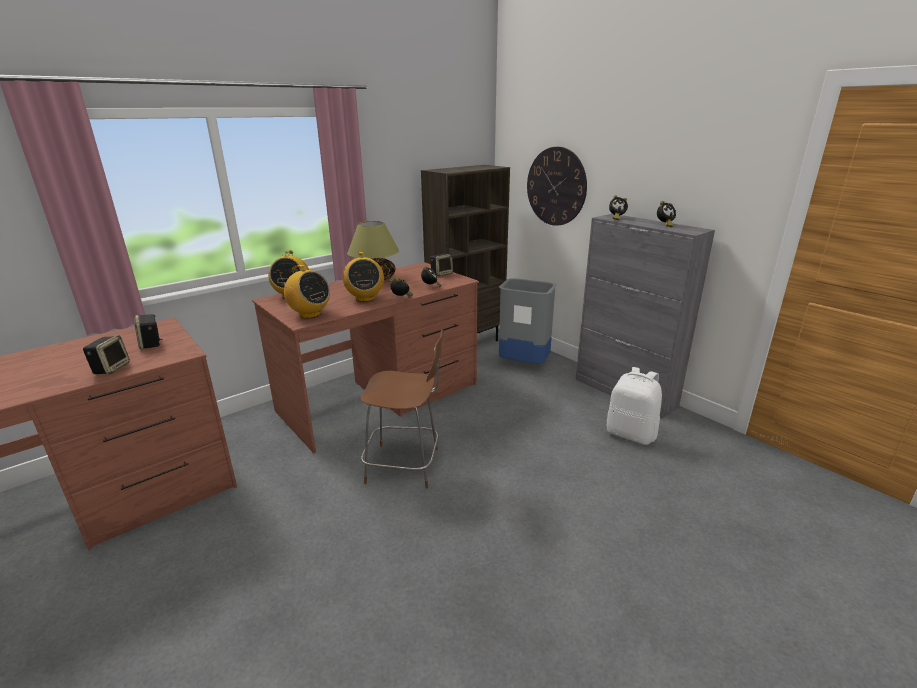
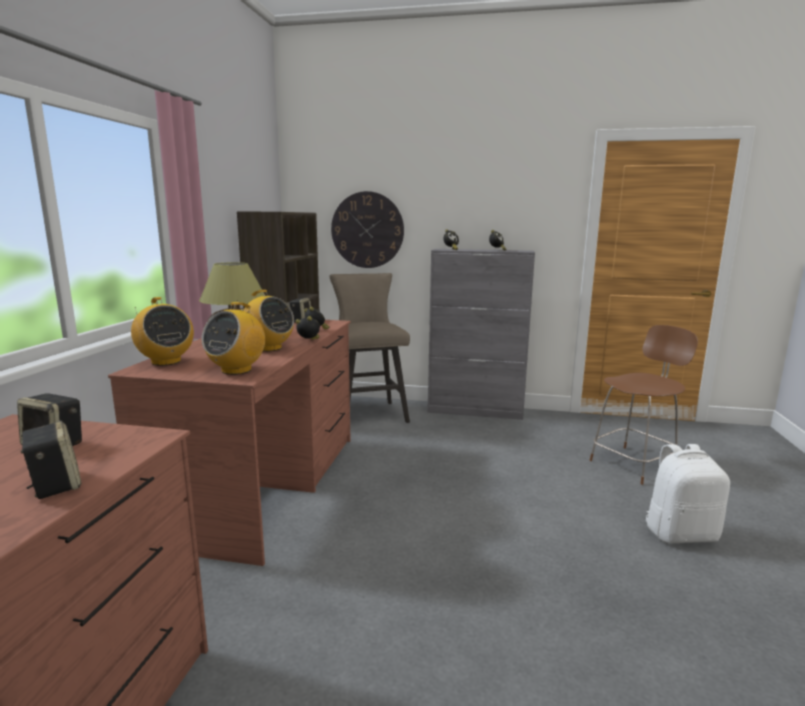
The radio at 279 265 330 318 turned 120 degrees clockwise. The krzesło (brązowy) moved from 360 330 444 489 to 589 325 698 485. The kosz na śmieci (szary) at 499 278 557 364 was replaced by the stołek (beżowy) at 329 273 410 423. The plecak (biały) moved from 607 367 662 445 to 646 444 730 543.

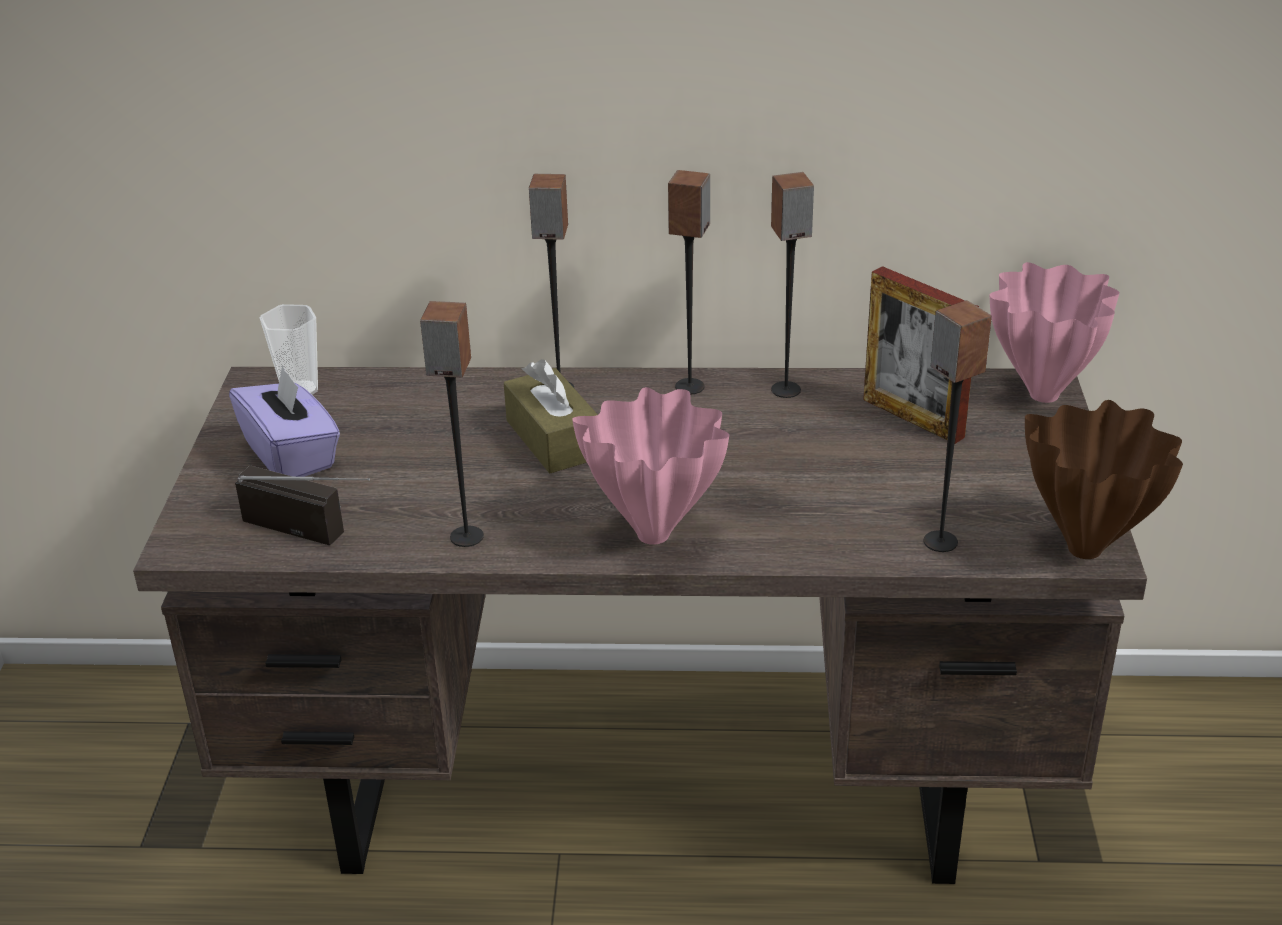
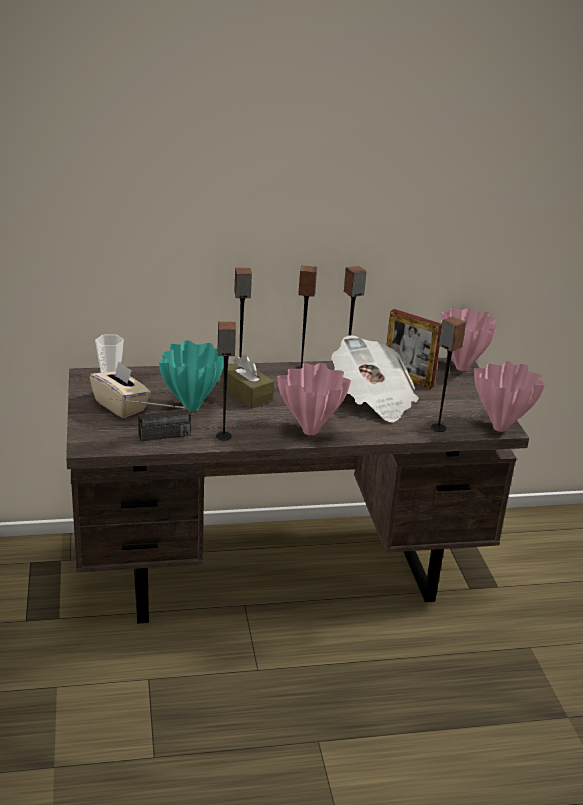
The pudełko chusteczek (fioletowy) at 229 365 340 477 became the pudełko chusteczek (beżowy) at 90 361 151 418. The radio at 235 465 370 545 turned 150 degrees clockwise. The wazon (brązowy) at 1025 400 1183 559 became the wazon (różowy) at 474 361 545 432. The wazon (turkusowy) at 159 340 224 412 appeared. The gazeta at 331 335 419 423 appeared.

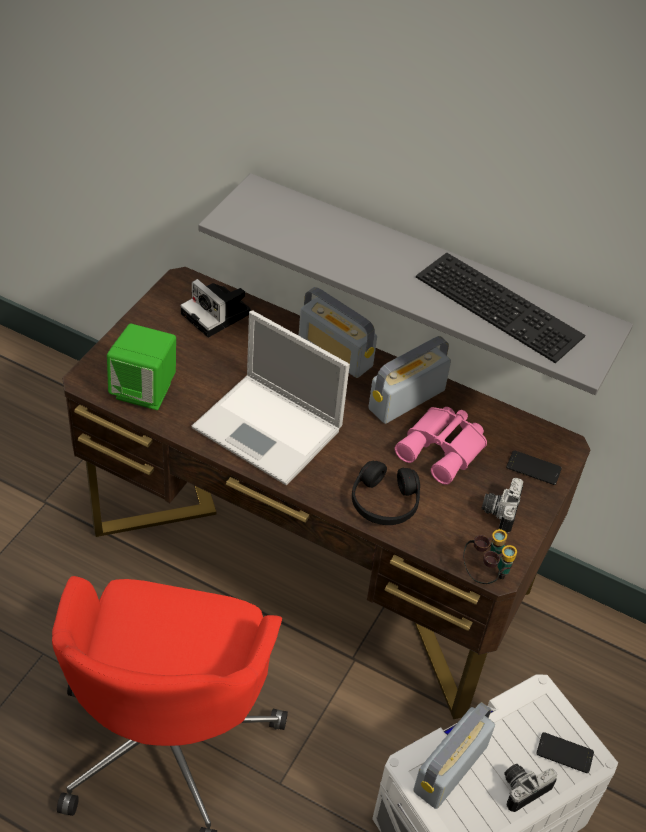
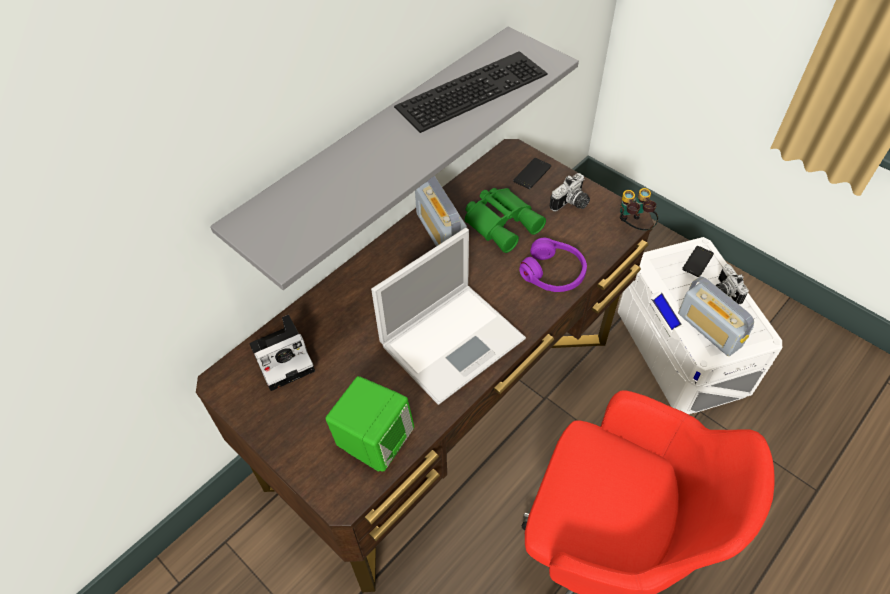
The radio at 299 287 377 378 disappeared. The słuchawki (czarny) at 352 461 420 525 became the słuchawki (fioletowy) at 519 238 587 292. The lornetka (różowy) at 395 407 487 485 became the lornetka (zielony) at 465 188 546 253. The aparat fotograficzny at 481 478 523 533 turned 75 degrees counterclockwise.

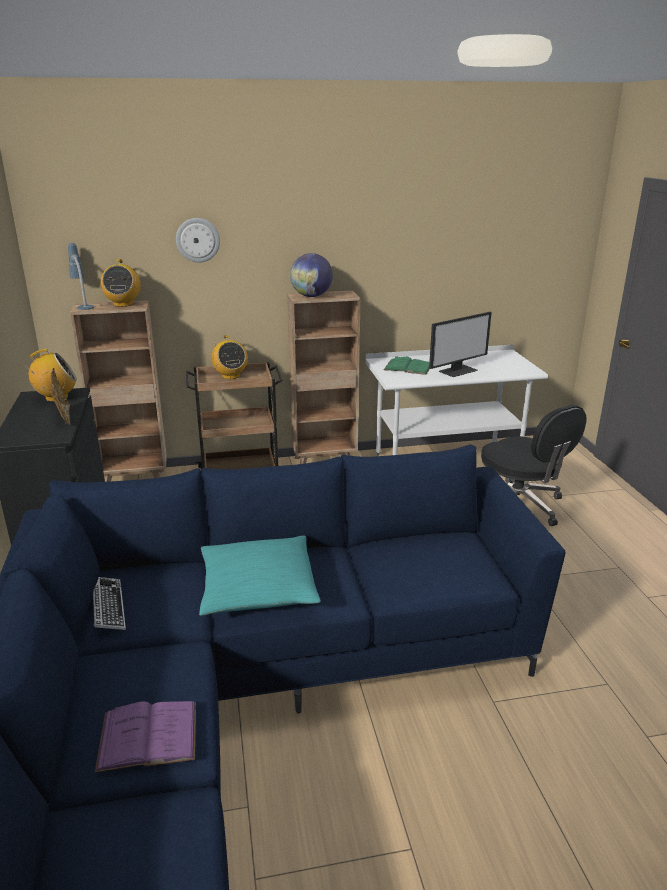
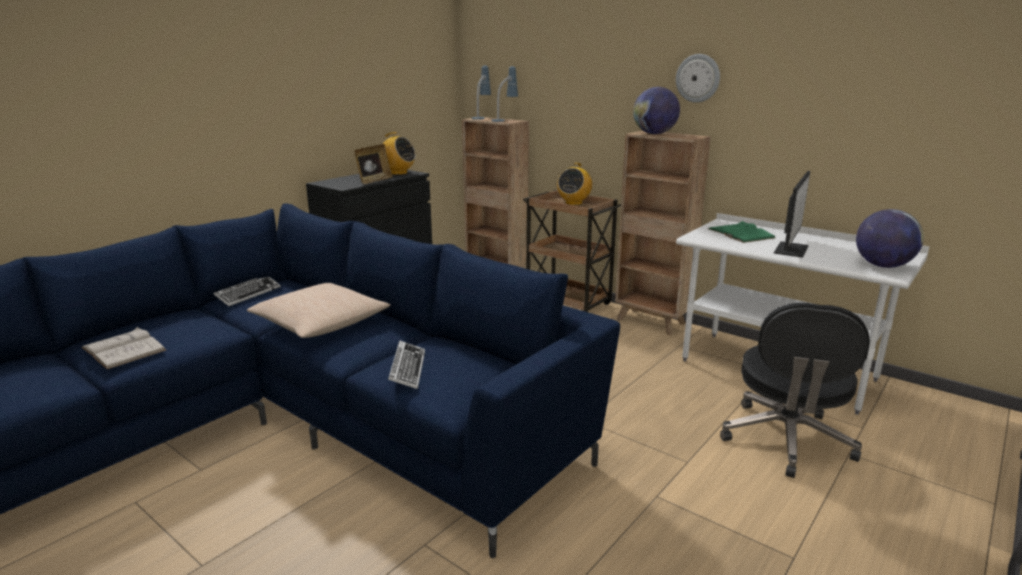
The książka (fioletowy) at 95 701 196 773 became the książka (biały) at 81 327 166 369. The radio at 100 259 141 307 was replaced by the lampa stołowa at 492 66 518 122. The zegar ścienny moved from 176 218 220 262 to 676 54 720 103. The poduszka (turkusowy) at 199 536 321 616 became the poduszka (beżowy) at 247 283 390 338. The monitor at 429 312 492 377 turned 75 degrees counterclockwise. The klawiatura at 388 340 425 389 appeared. The globus at 856 209 924 268 appeared.

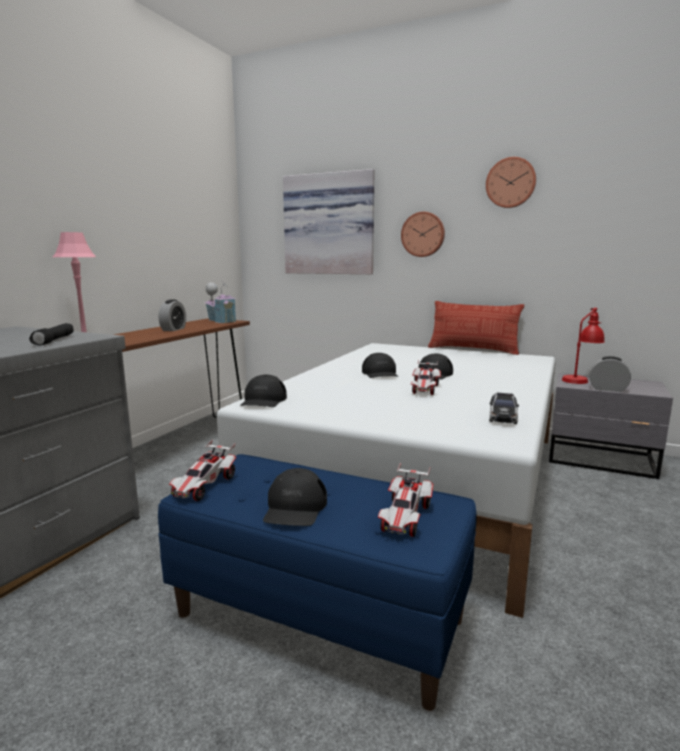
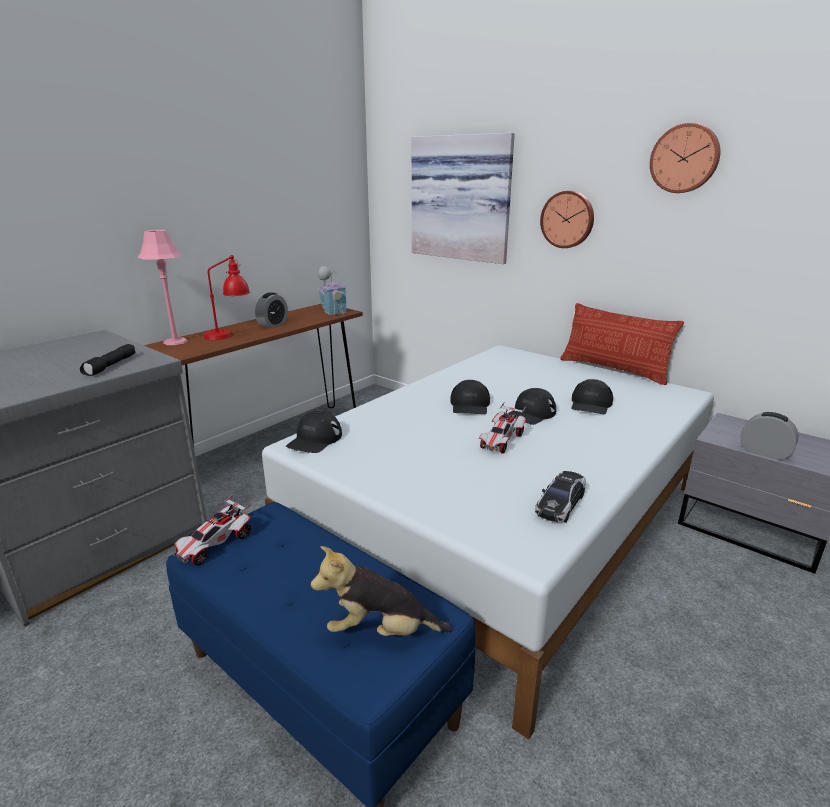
The czapka z daszkiem (czarny) moved from 263 468 327 526 to 571 379 613 414. The samochodzik at 378 463 433 537 was replaced by the pluszak at 311 546 453 636. The lampa stołowa (czerwony) moved from 562 308 605 384 to 204 255 250 340.

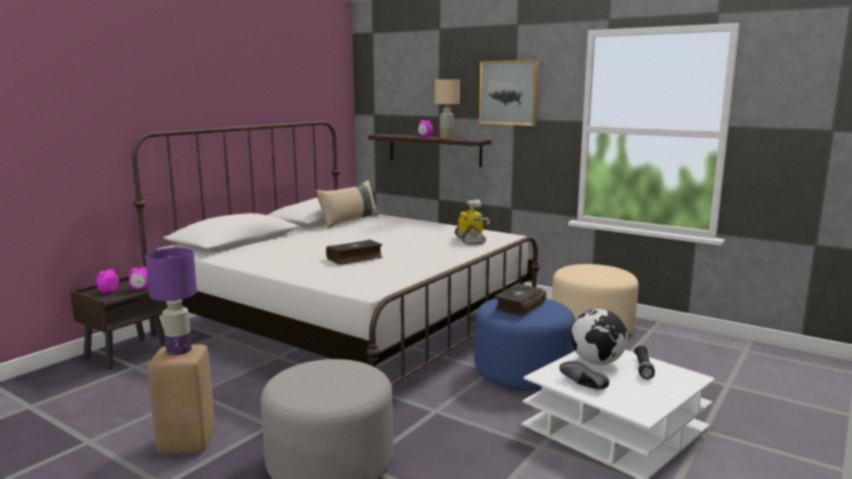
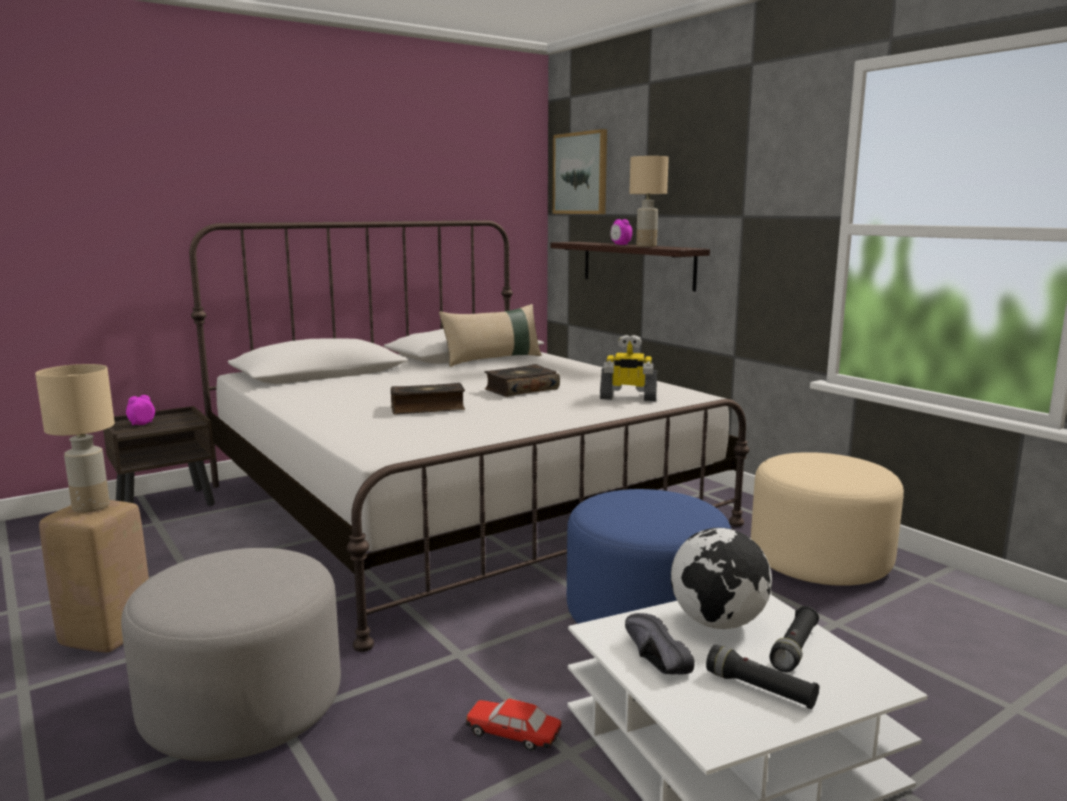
The budzik at 129 267 149 290 disappeared. The lampa stołowa (fioletowy) at 145 248 197 355 became the lampa stołowa (beżowy) at 35 364 115 513. The robot zabawkowy at 455 199 490 245 turned 90 degrees clockwise. The obraz moved from 479 60 539 126 to 552 129 607 214. The książka moved from 494 283 546 316 to 484 364 560 397. The samochodzik at 466 699 562 751 appeared. The latarka (czarny) at 706 645 820 709 appeared.

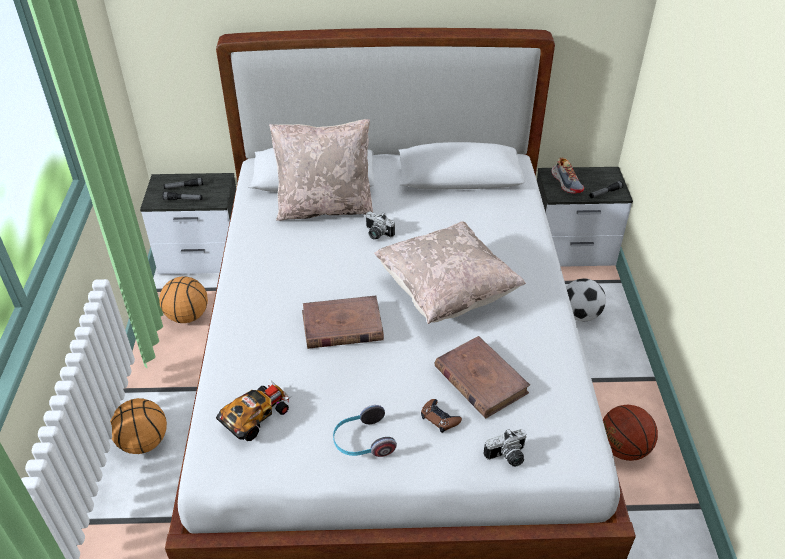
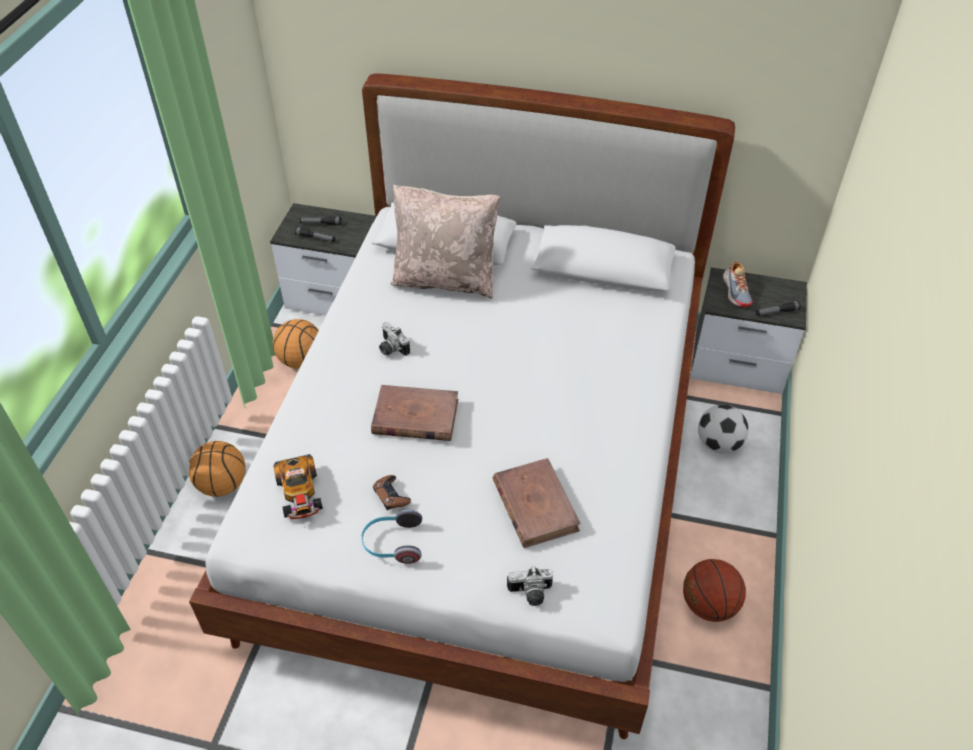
The samochodzik at 216 381 290 441 turned 105 degrees clockwise. The aparat fotograficzny moved from 365 211 395 240 to 379 322 410 356. The poduszka (beżowy) at 374 221 526 324 disappeared. The pad do gier (brązowy) moved from 421 399 462 433 to 373 475 411 510.

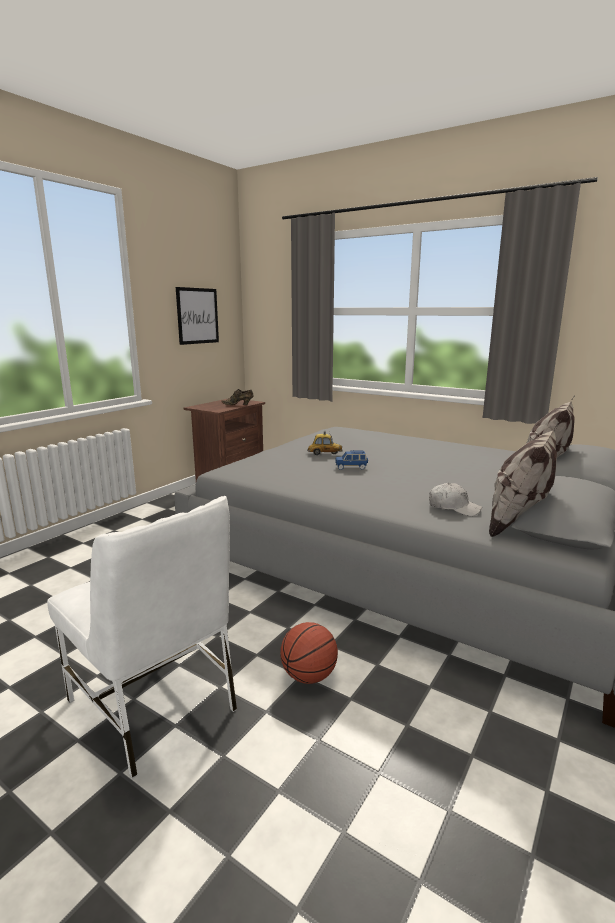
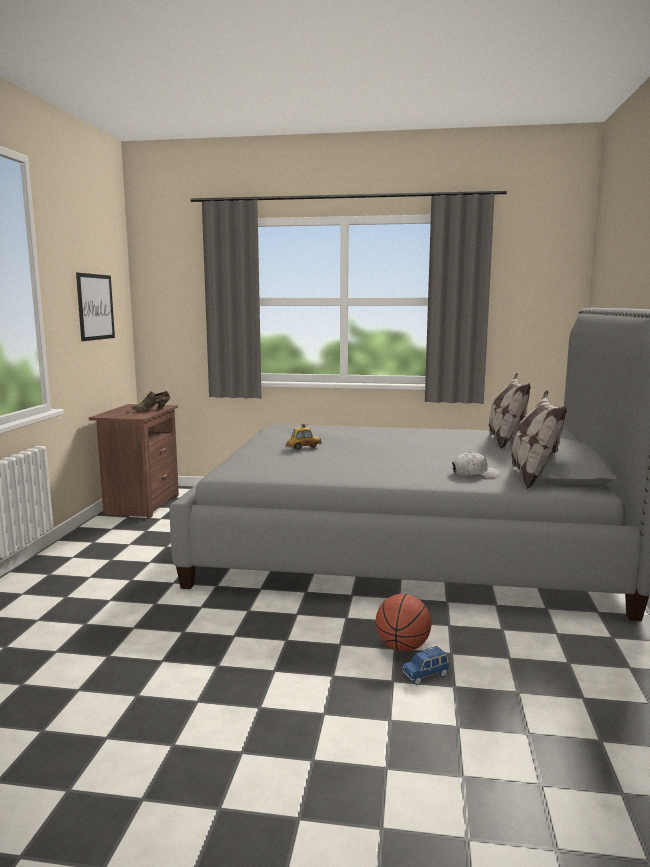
The krzesło (biały) at 47 496 237 779 disappeared. The samochodzik (niebieski) moved from 336 450 368 470 to 402 646 449 685.

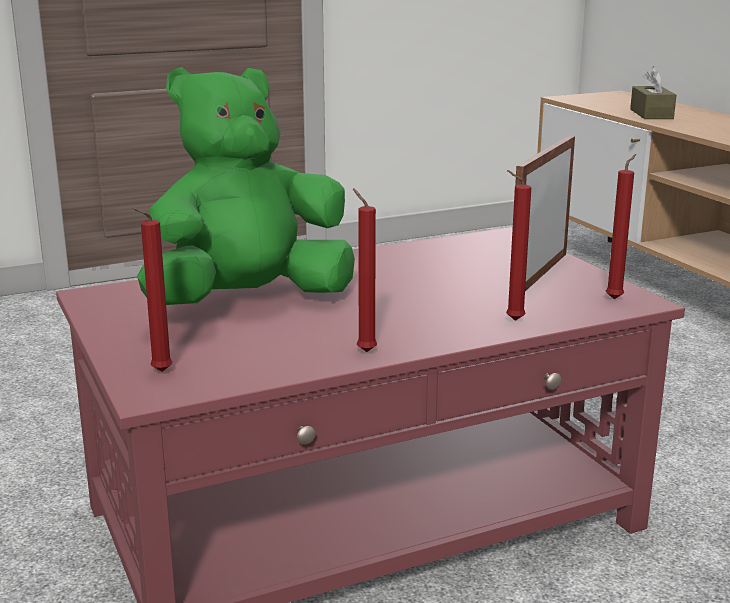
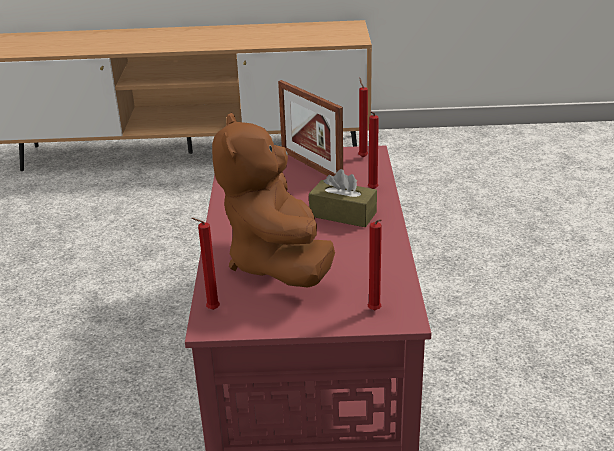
The pluszak (zielony) at 137 67 355 305 became the pluszak (brązowy) at 212 113 335 287. The świeca (czerwony) moved from 353 188 377 352 to 191 218 220 310. The pudełko chusteczek (brązowy) moved from 630 66 676 119 to 309 169 377 227.

